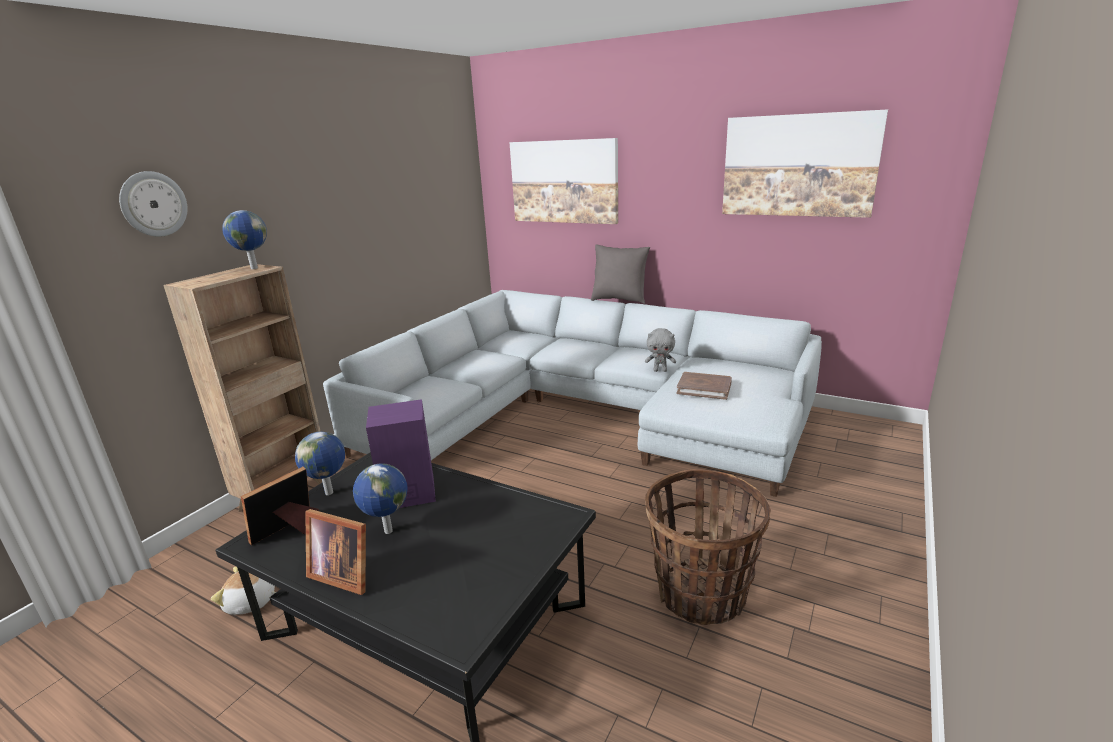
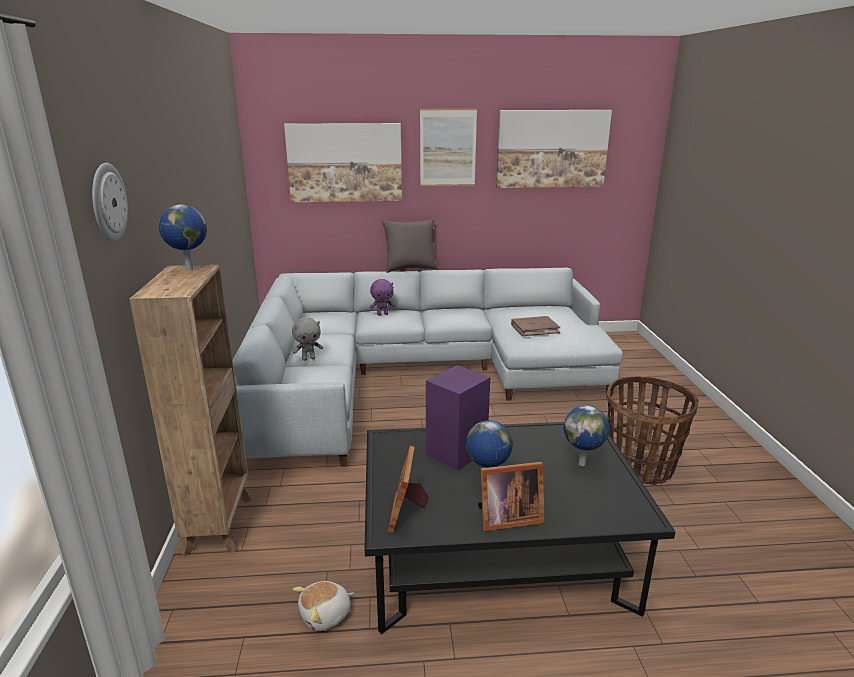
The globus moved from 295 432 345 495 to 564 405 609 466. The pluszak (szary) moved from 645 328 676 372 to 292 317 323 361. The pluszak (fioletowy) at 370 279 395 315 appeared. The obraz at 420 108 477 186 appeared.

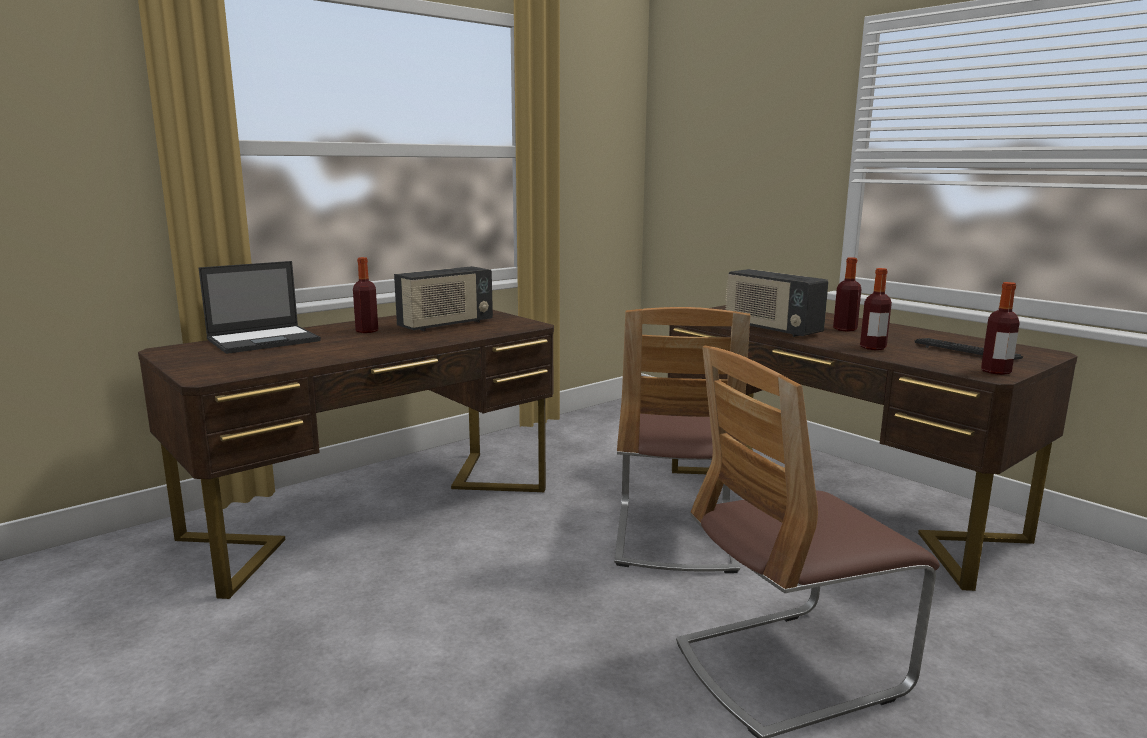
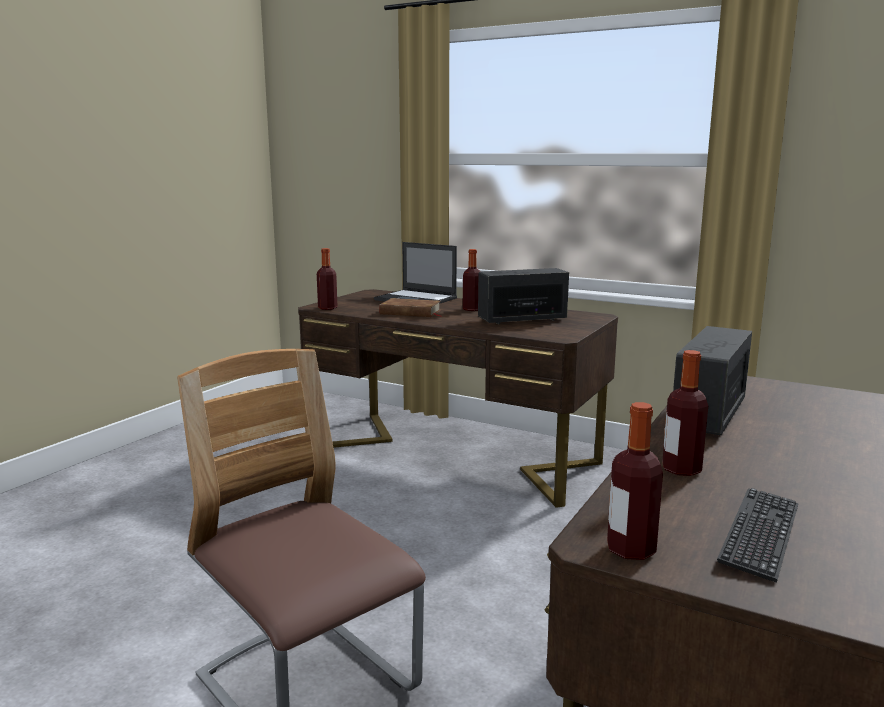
The radio at 394 266 493 331 turned 135 degrees clockwise. The krzesło at 614 307 750 573 disappeared. The butelka moved from 833 257 861 331 to 317 248 338 310. The książka (brązowy) at 379 298 441 317 appeared.

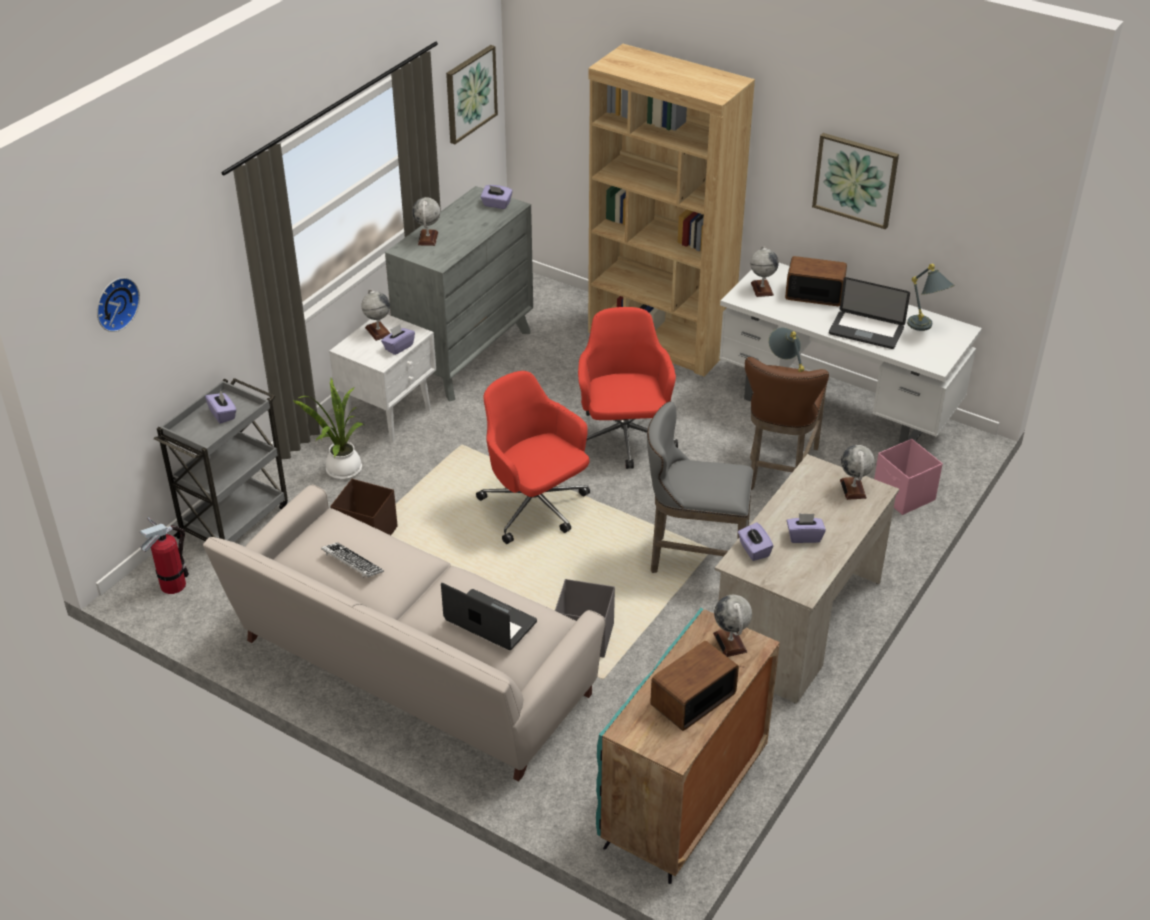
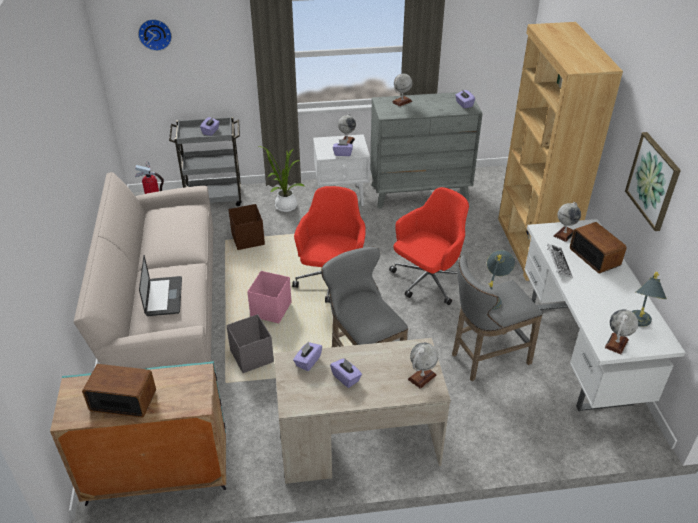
The klawiatura moved from 321 542 384 577 to 547 244 573 278. The obraz at 446 45 498 144 disappeared. The globus moved from 713 595 752 657 to 605 309 638 354. The stołek (brązowy) at 745 357 829 490 became the stołek (szary) at 452 255 543 381. The laptop at 829 277 910 349 disappeared. The pojemnik do przechowywania (różowy) moved from 874 439 943 515 to 247 271 291 323.

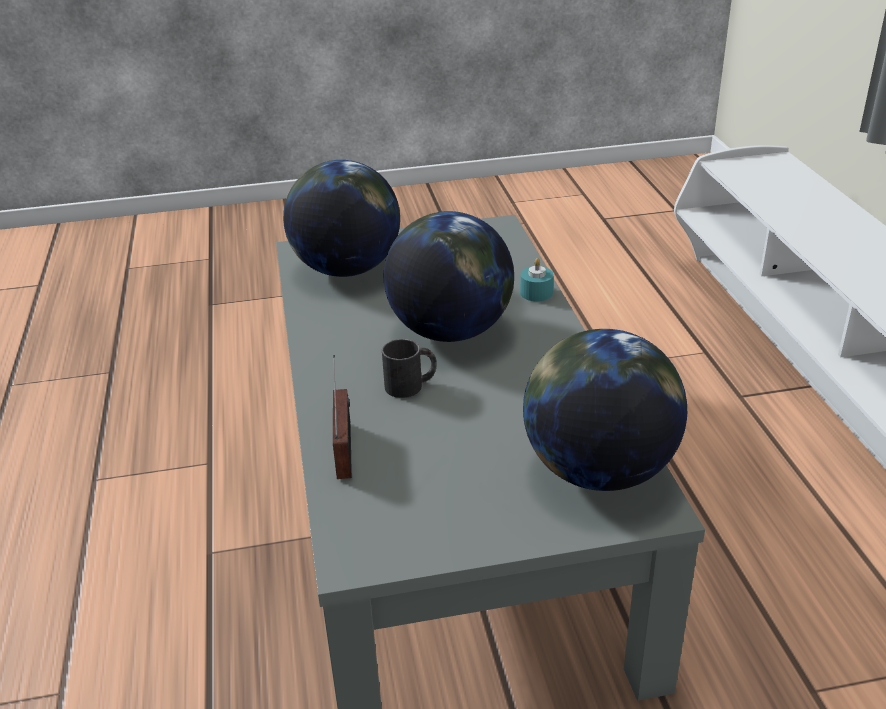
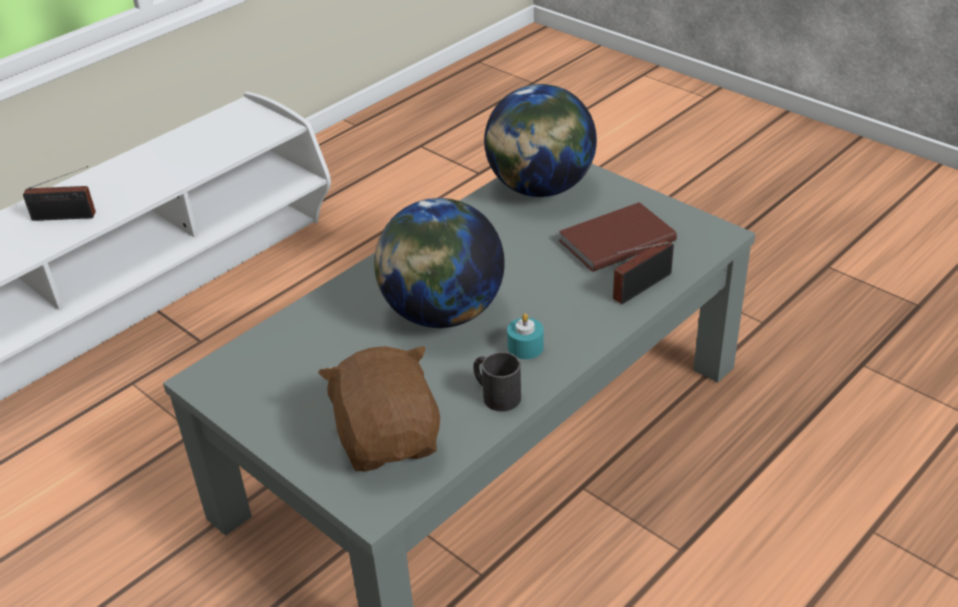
The globus at 283 160 400 277 was replaced by the pluszak (brązowy) at 318 346 440 471. The kubek (czarny) moved from 382 339 437 398 to 473 352 521 412. The świeca (turkusowy) moved from 520 258 554 301 to 507 313 544 359. The radio at 23 166 96 221 appeared. The książka (brązowy) at 559 202 677 272 appeared.

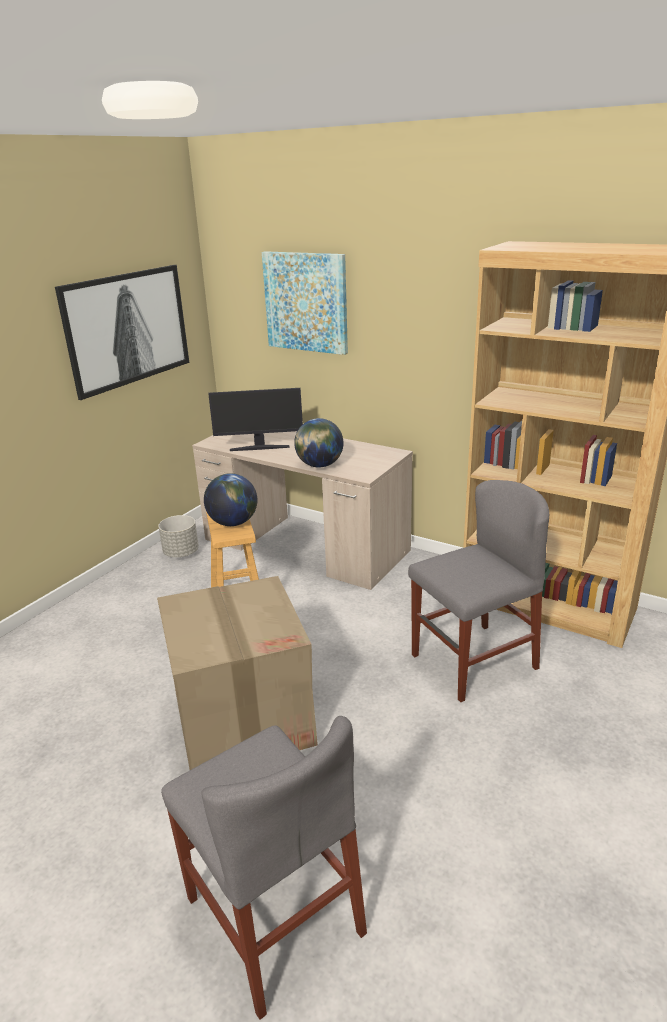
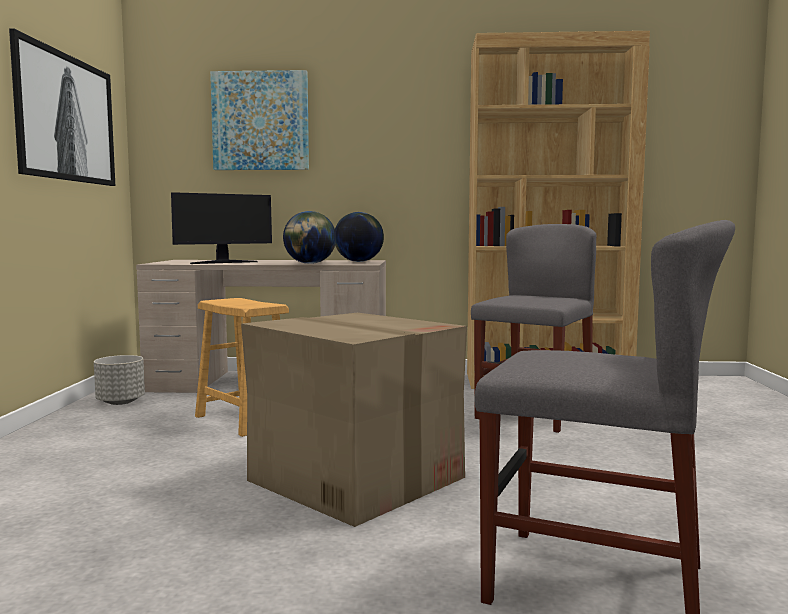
The globus moved from 204 473 257 526 to 335 212 384 262.

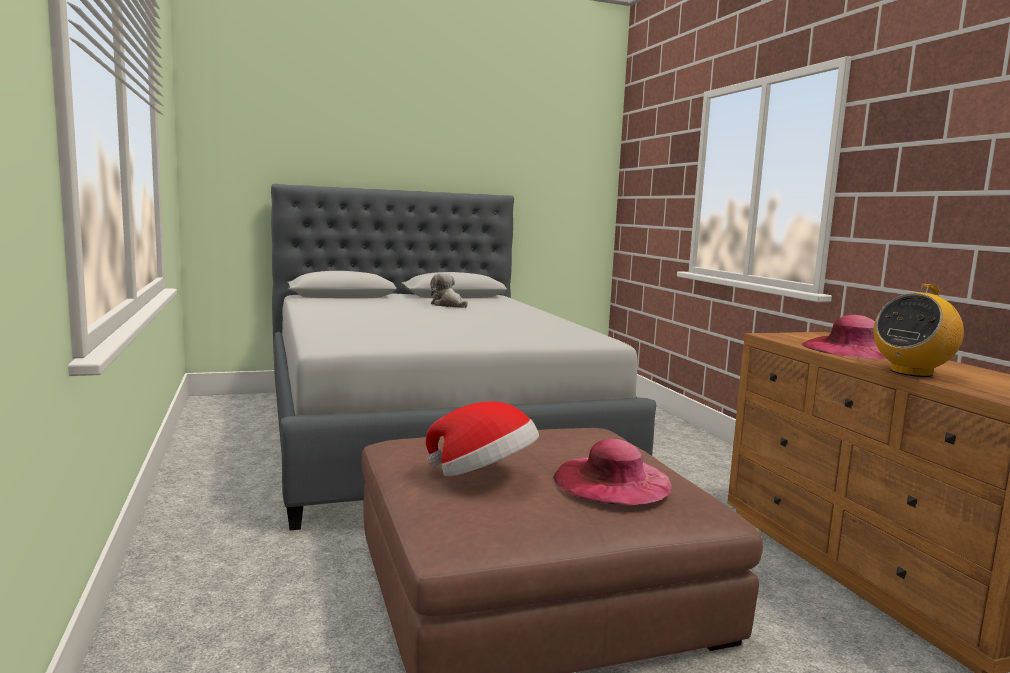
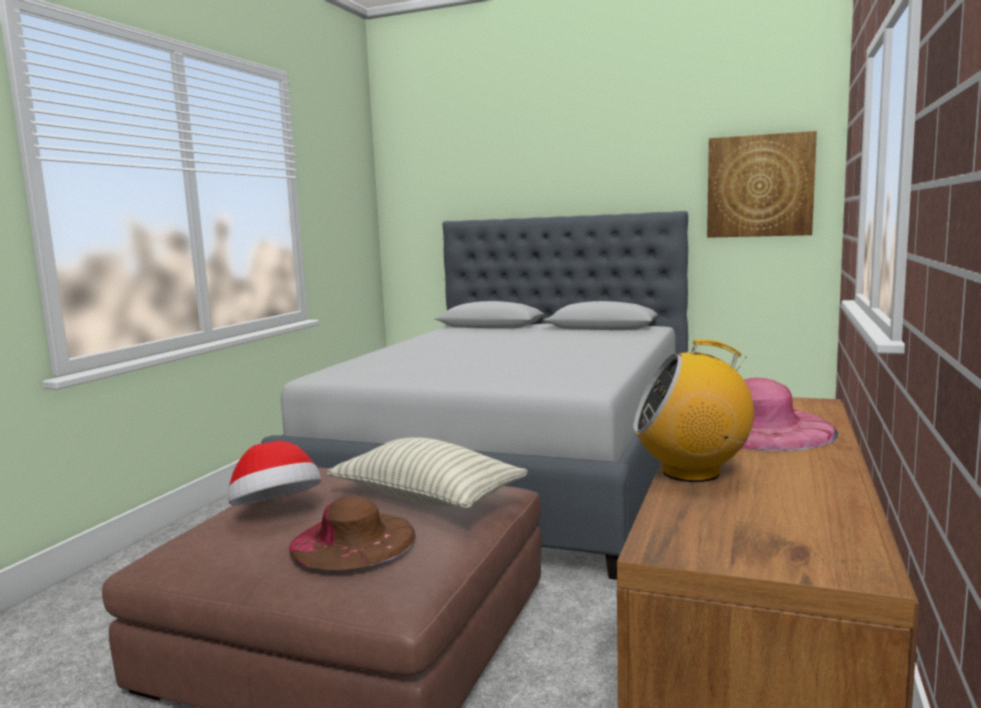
The pluszak at 430 273 468 308 disappeared. The kapelusz (różowy) at 553 439 672 505 became the kapelusz (brązowy) at 289 496 416 570. The poduszka at 326 437 528 509 appeared. The obraz at 707 131 817 238 appeared.

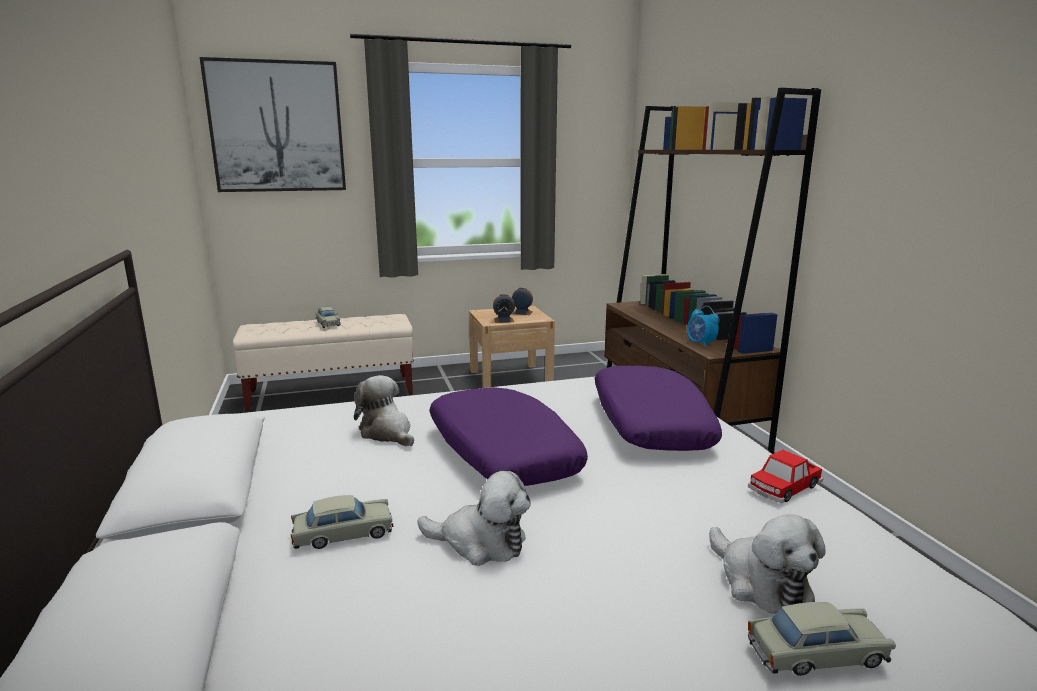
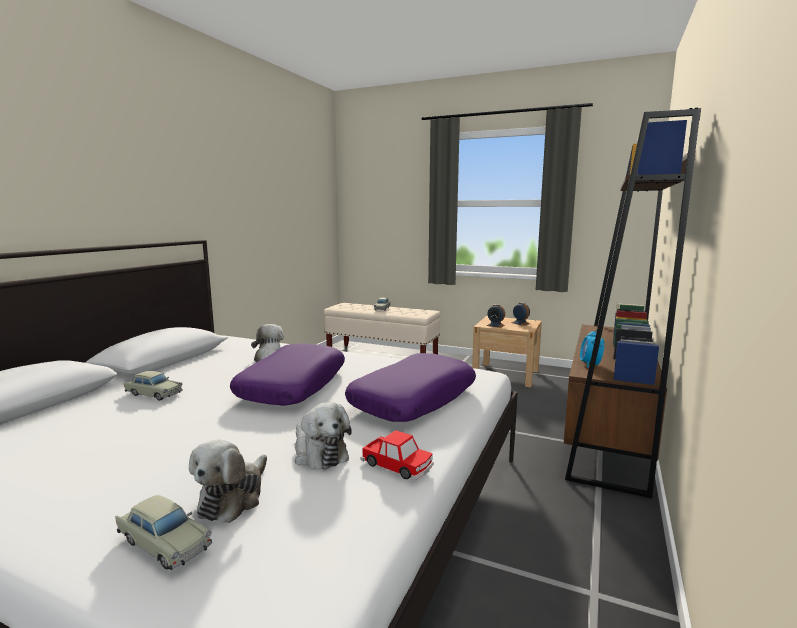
The obraz at 200 57 346 192 disappeared. The pluszak moved from 417 471 531 566 to 295 402 352 470. The samochodzik at 748 450 823 503 turned 150 degrees counterclockwise.

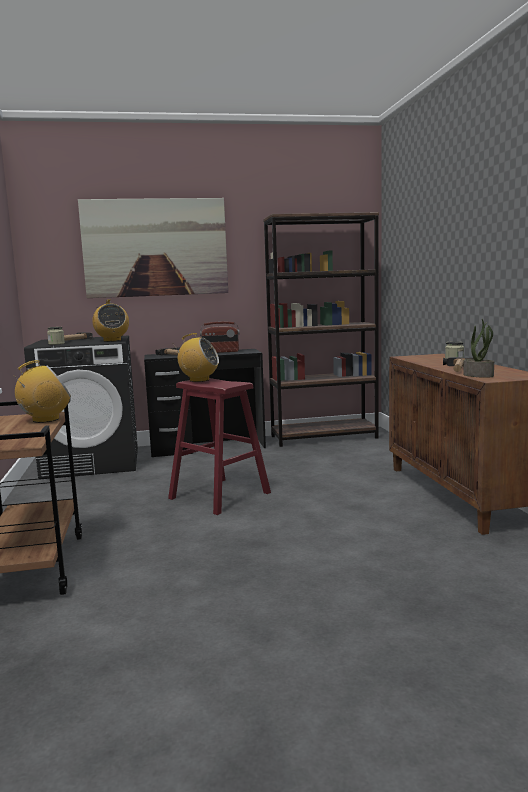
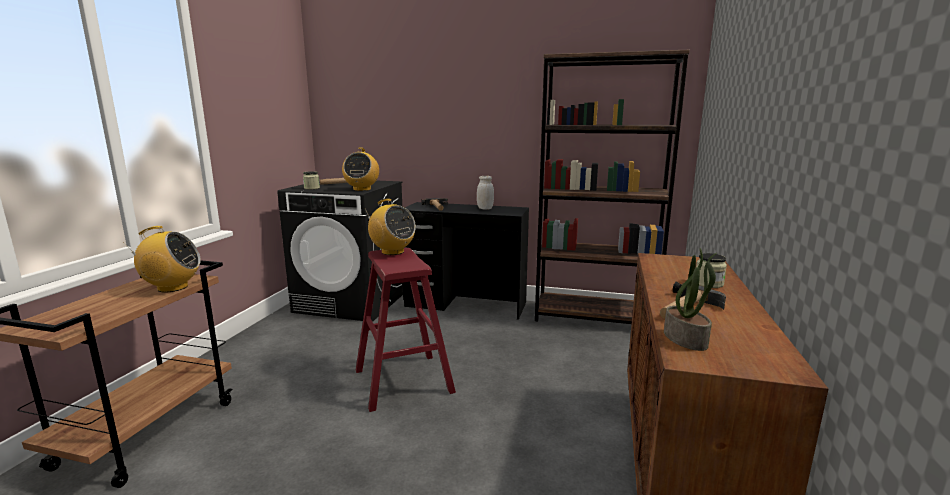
The obraz at 78 198 228 298 disappeared. The radio at 200 322 239 353 was replaced by the słoik (biały) at 477 176 494 210.

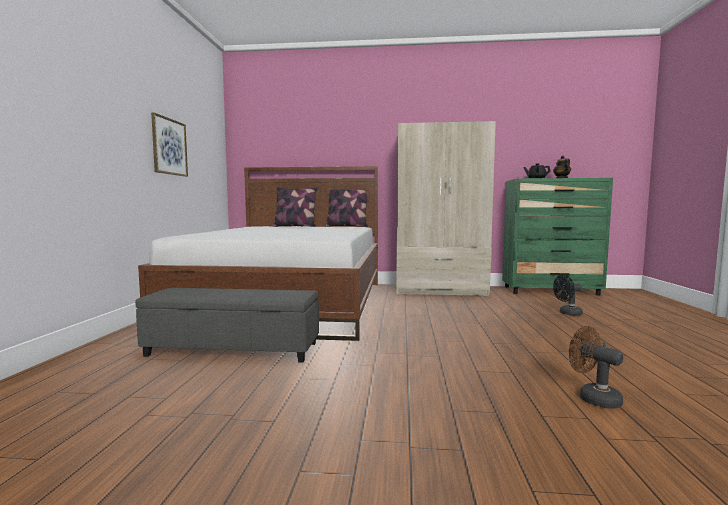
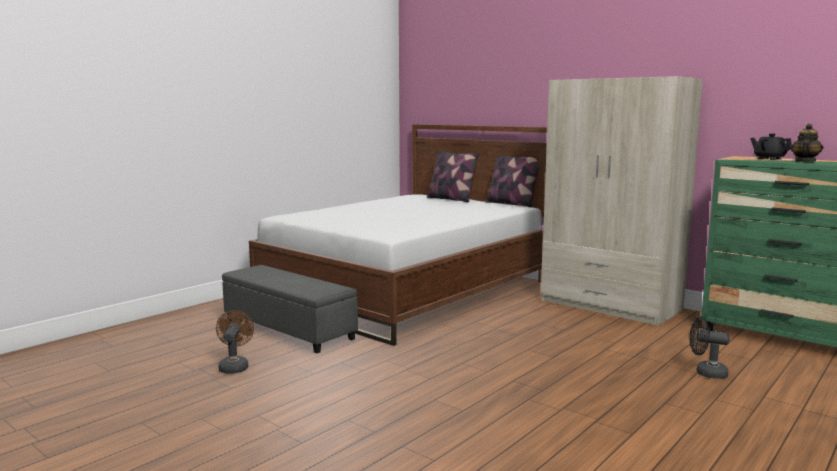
The obraz at 151 113 188 177 disappeared. The wentylator (brązowy) moved from 569 326 623 409 to 216 310 254 373.

